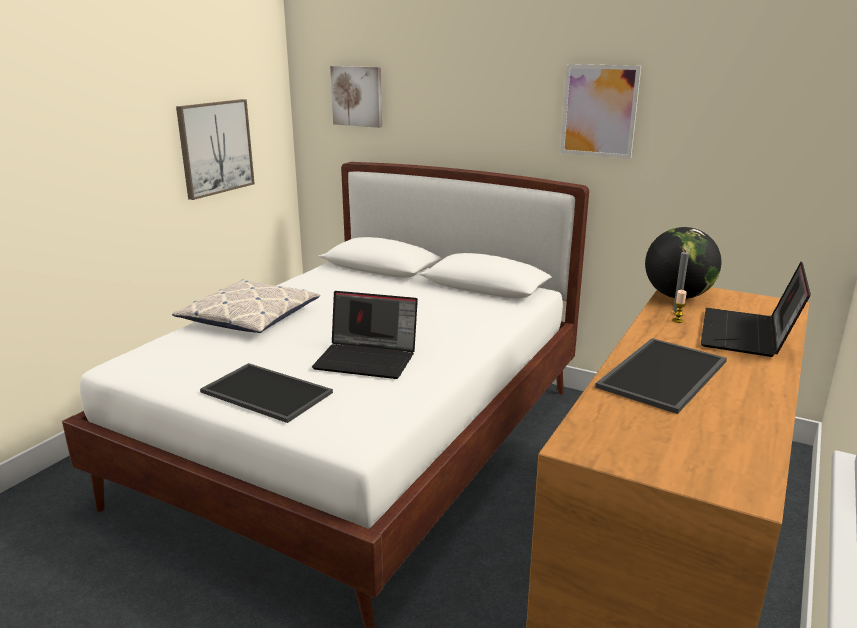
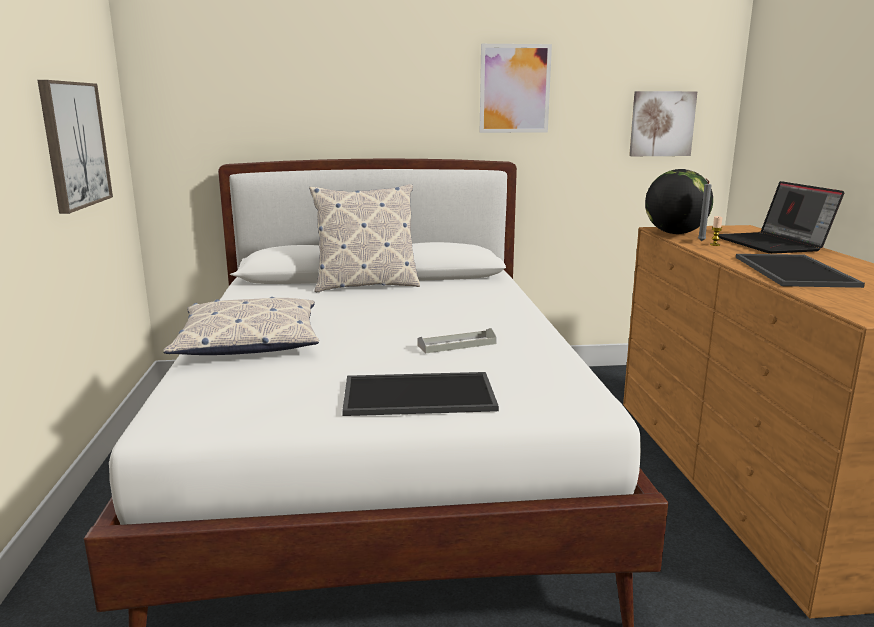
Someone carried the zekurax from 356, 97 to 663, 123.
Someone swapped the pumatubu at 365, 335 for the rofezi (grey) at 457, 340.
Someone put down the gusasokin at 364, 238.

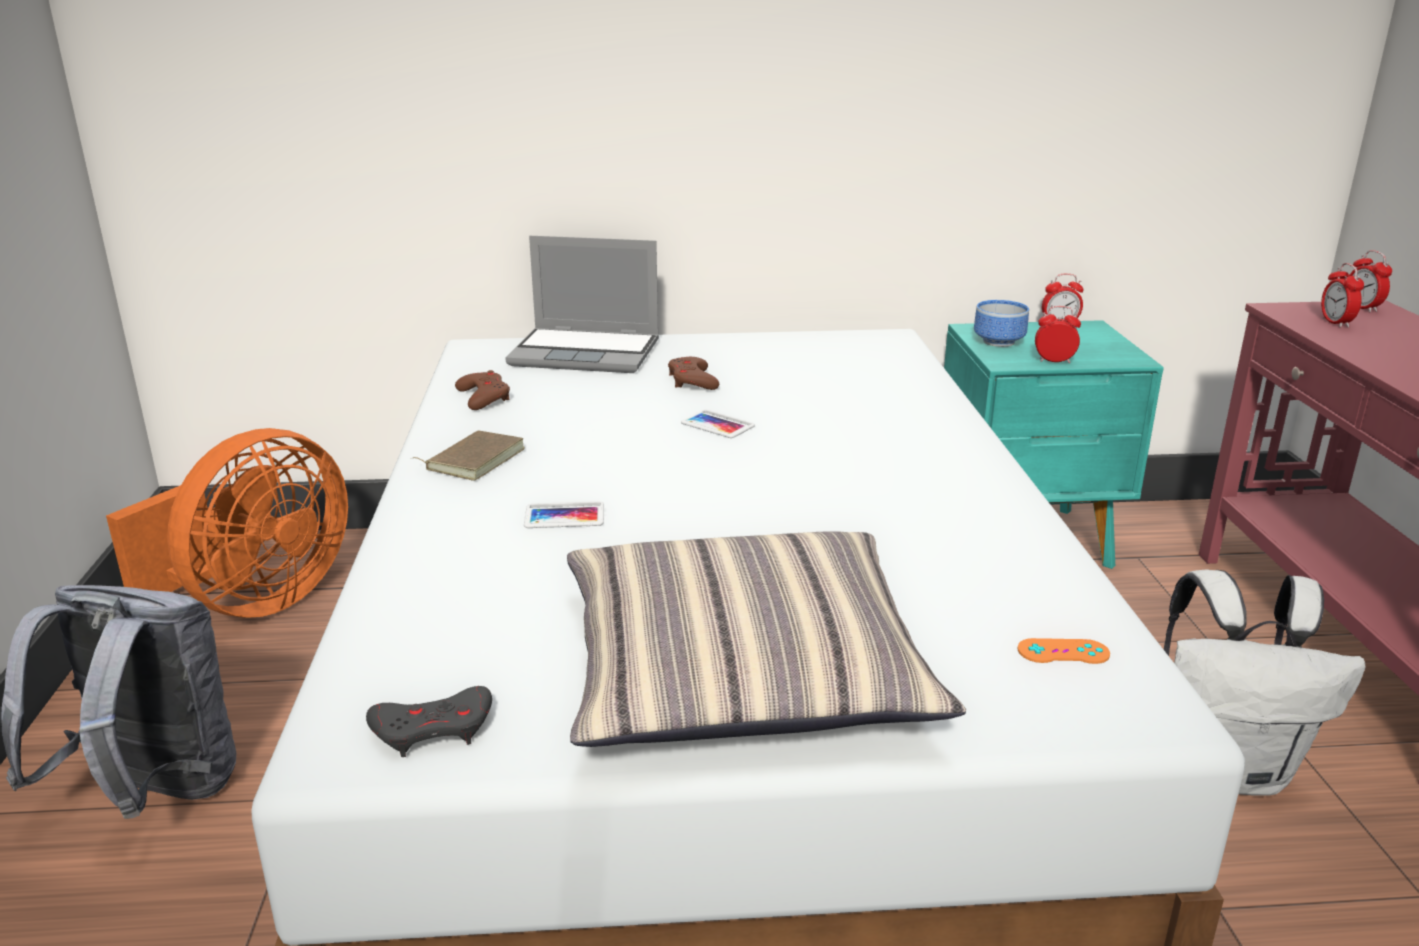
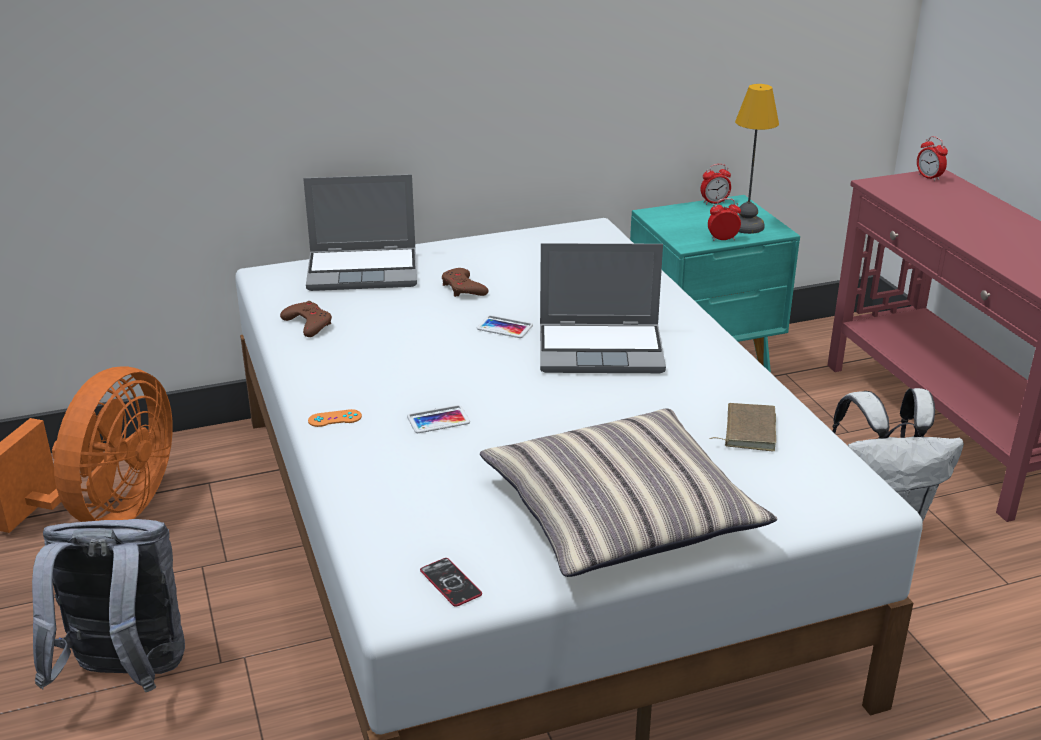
Someone took away the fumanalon at 1342, 295.
Someone took away the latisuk at 1001, 323.
Someone carried the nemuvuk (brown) from 467, 455 to 743, 427.
Someone carried the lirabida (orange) from 1064, 651 to 335, 418.
Someone swapped the lirabida (grey) at 429, 721 for the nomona at 451, 582.
Someone put down the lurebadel at 757, 159.
Someone put down the pumatubu at 603, 308.

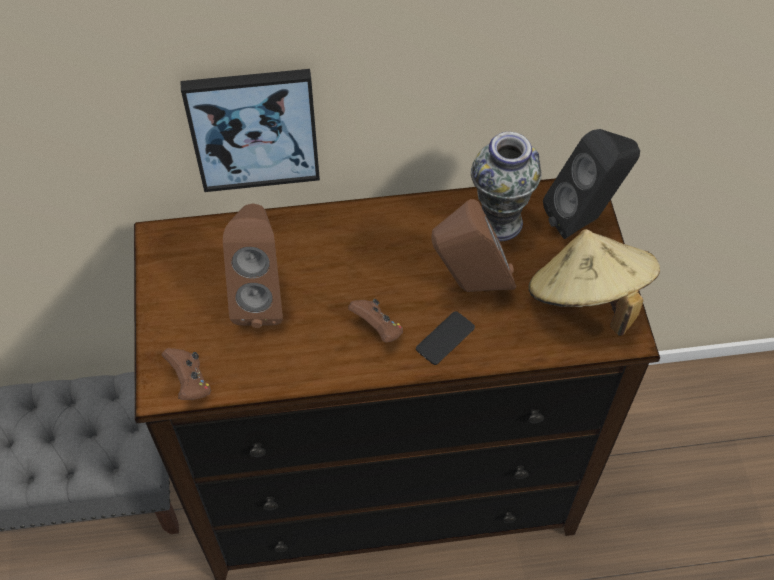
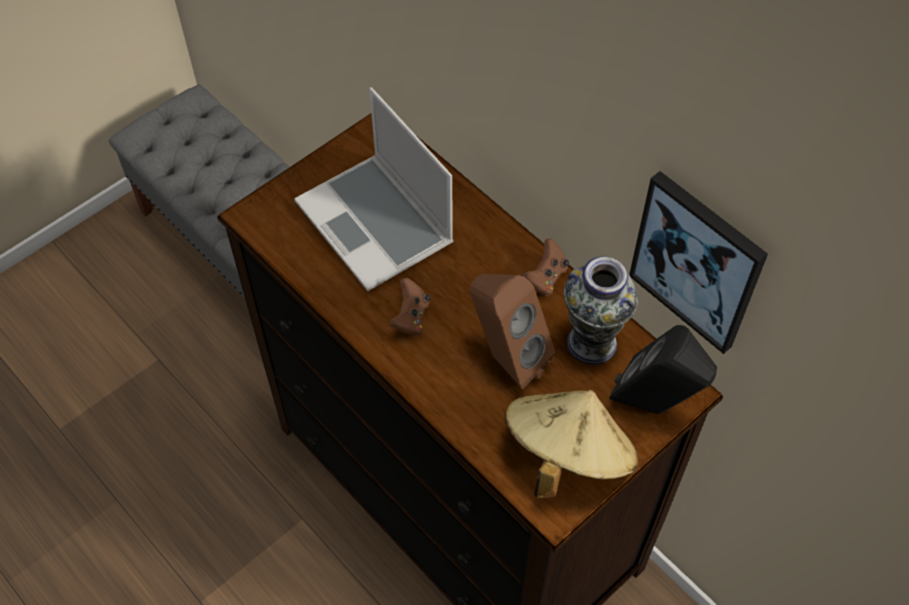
Someone carried the zekurax from 250, 130 to 698, 262.
Someone swapped the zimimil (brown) at 253, 265 for the pumatubu at 373, 189.
Someone took away the nomona at 445, 338.
Someone carried the lirabida (brown) from 186, 374 to 545, 267.

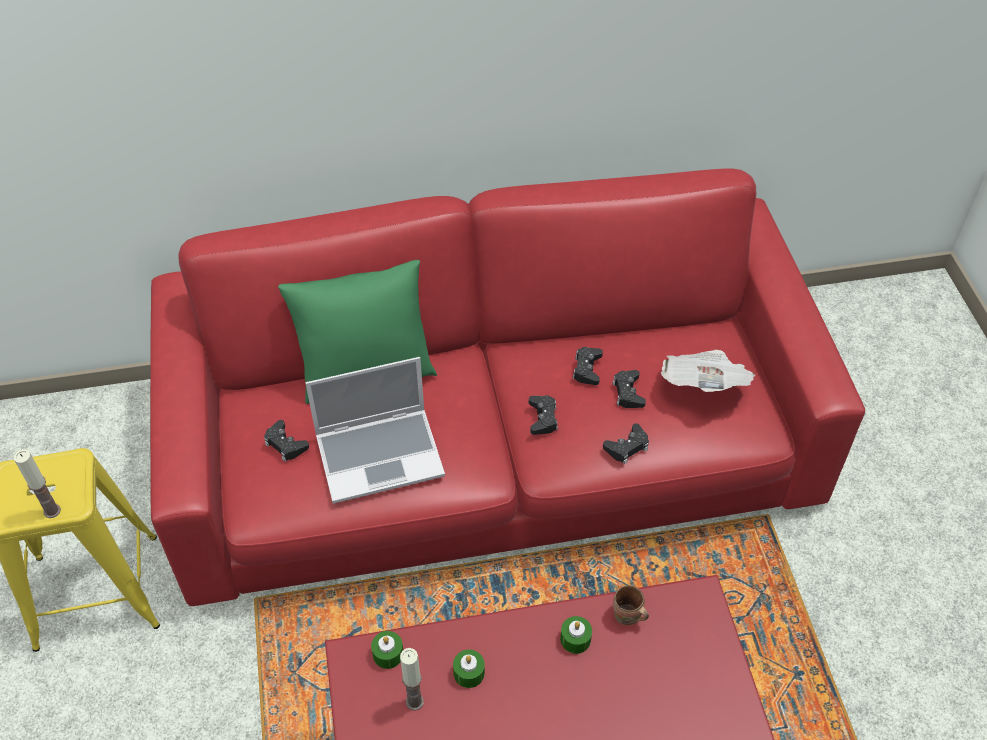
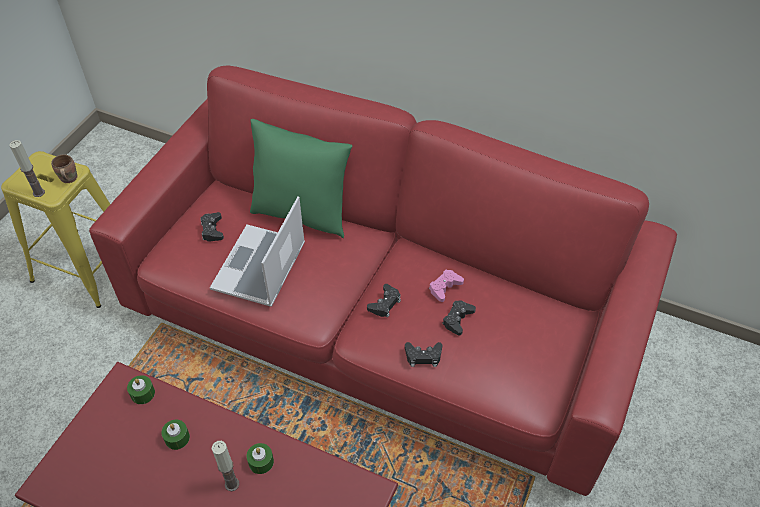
Someone repainted the lirabida (black) at 588, 366, which became the lirabida (pink) at 446, 285.
Someone took away the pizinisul at 708, 371.
Someone rotated the pumatubu at 375, 430 by 90 degrees clockwise.
Someone carried the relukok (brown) from 631, 605 to 64, 168.
Someone carried the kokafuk from 412, 679 to 225, 466.

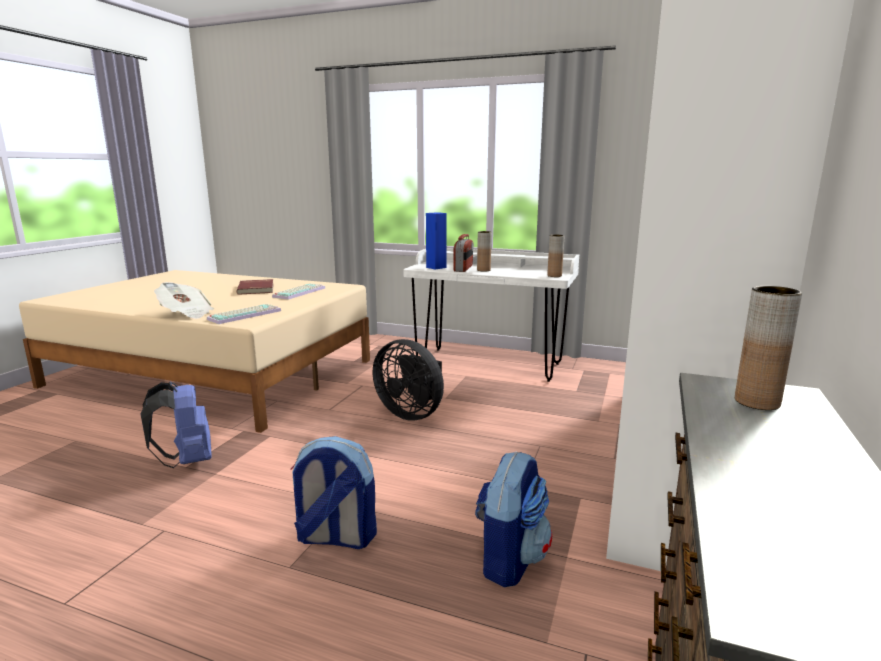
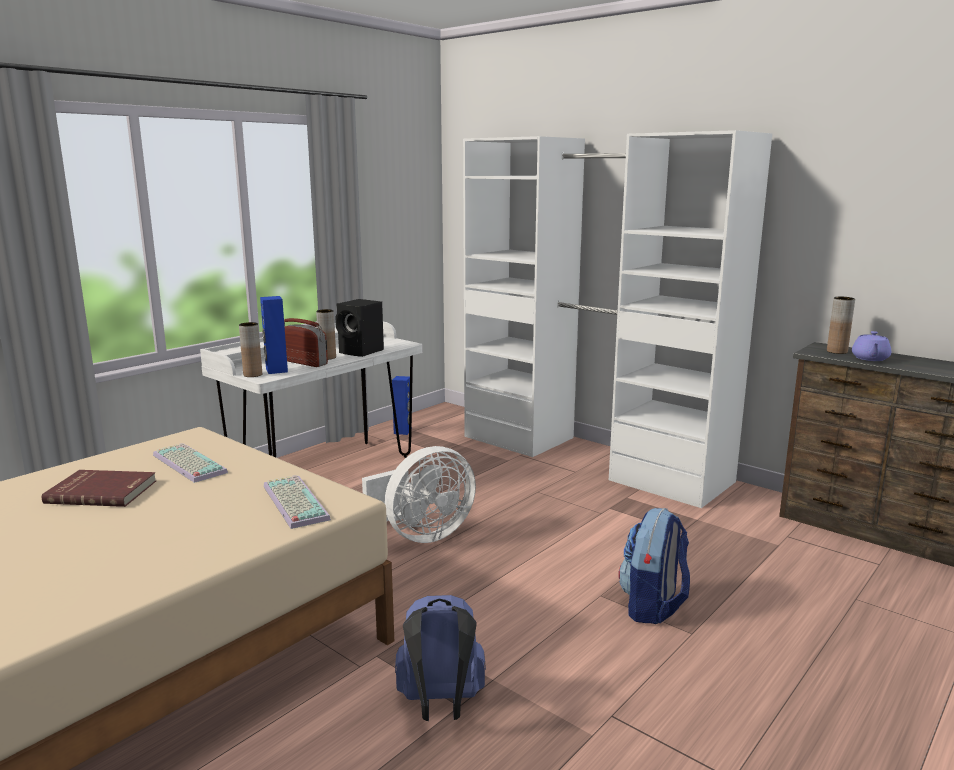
Someone carried the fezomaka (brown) from 555, 256 to 250, 349.
Someone took away the pizinisul at 184, 300.
Someone repainted the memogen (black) at 408, 380, which became the memogen (white) at 419, 494.
Someone took away the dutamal at 513, 519.
Someone put down the zimimil (black) at 359, 328.
Someone put down the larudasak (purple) at 871, 346.
Someone put down the zimimil (blue) at 401, 405.

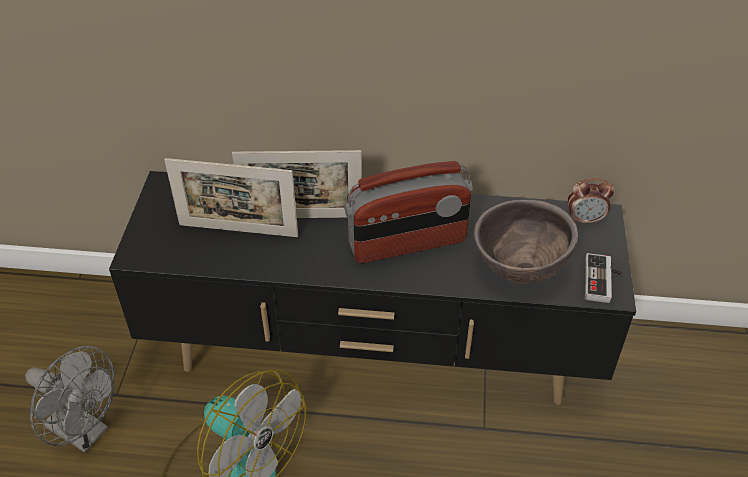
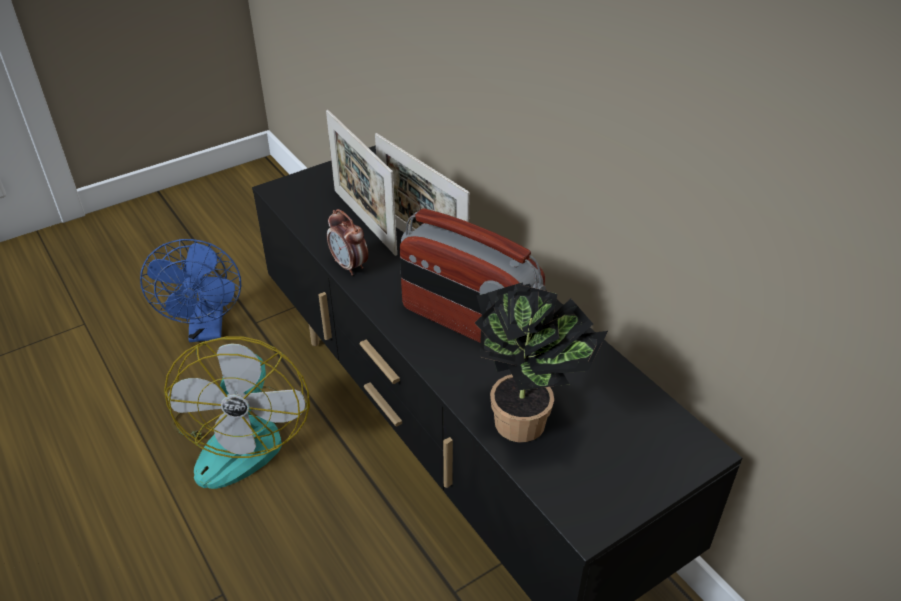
Someone carried the fumanalon from 591, 201 to 347, 242.
Someone swapped the latisuk (brown) at 526, 242 for the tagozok at 541, 362.
Someone took away the lirabida at 604, 278.
Someone repainted the memogen (grey) at 70, 399, which became the memogen (blue) at 190, 290.

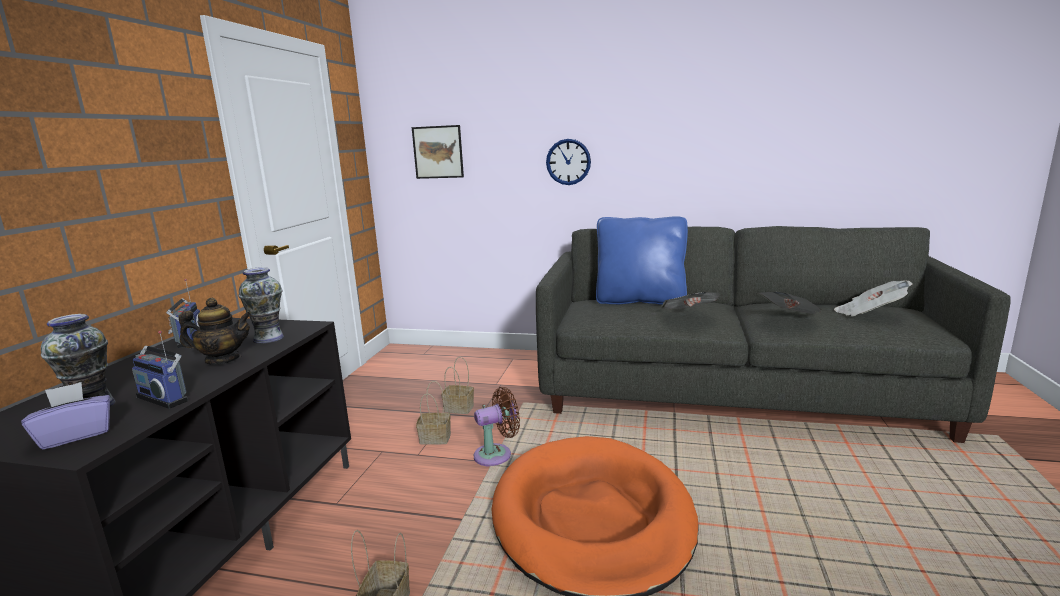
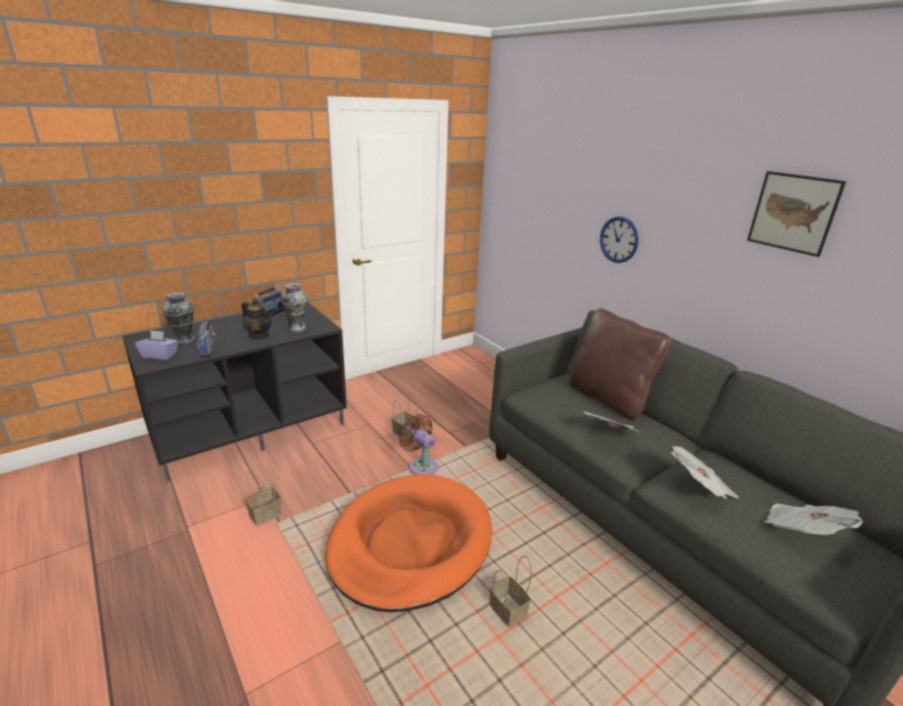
Someone carried the zekurax from 438, 152 to 796, 214.
Someone repainted the gusasokin (blue) at 642, 260, which became the gusasokin (brown) at 620, 364.
Someone carried the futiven from 458, 385 to 510, 591.
Someone rotated the memogen (brown) at 497, 427 by 150 degrees counterclockwise.

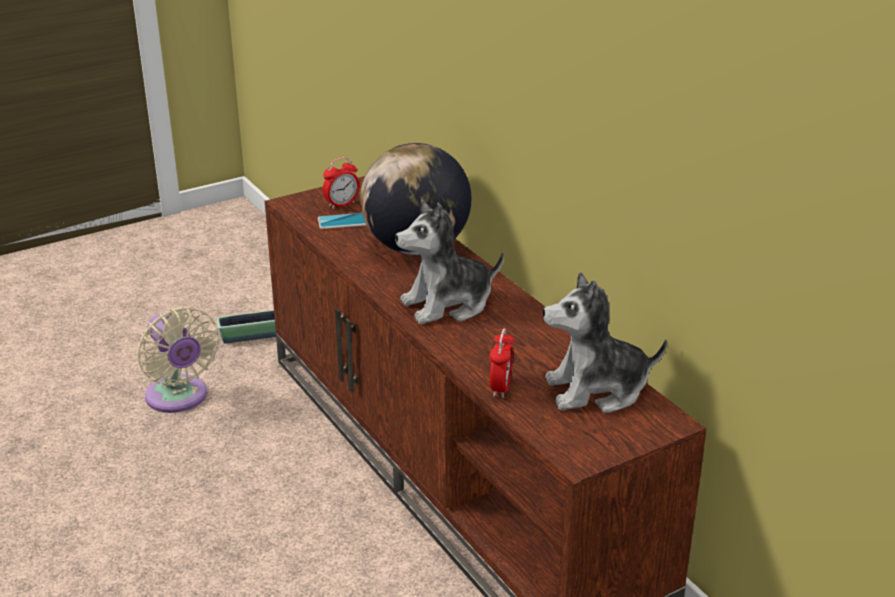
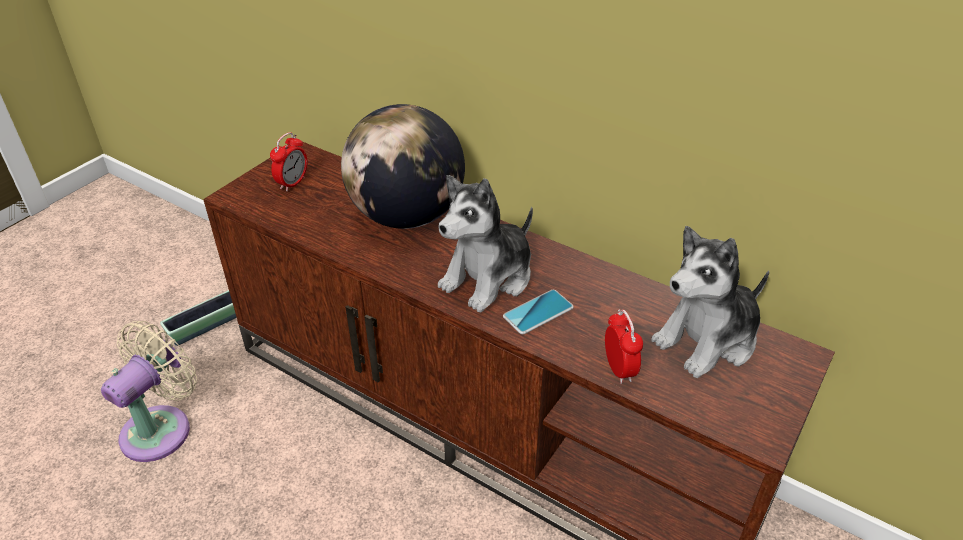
Someone carried the nomona from 342, 221 to 538, 312.
Someone rotated the memogen (beige) at 178, 360 by 90 degrees counterclockwise.

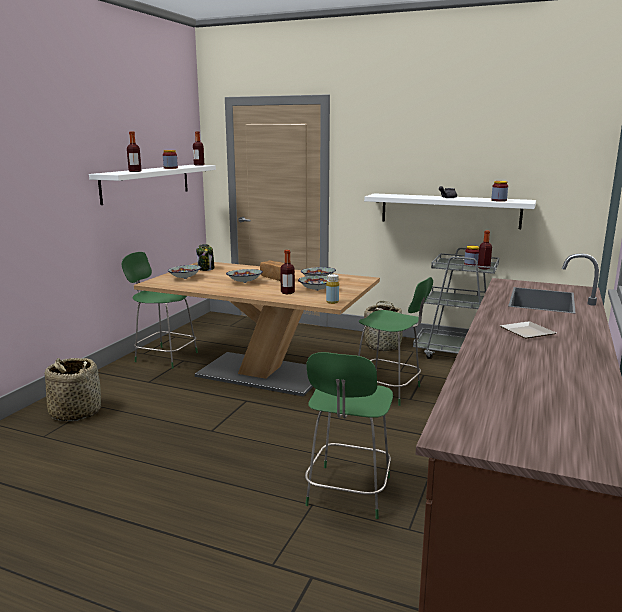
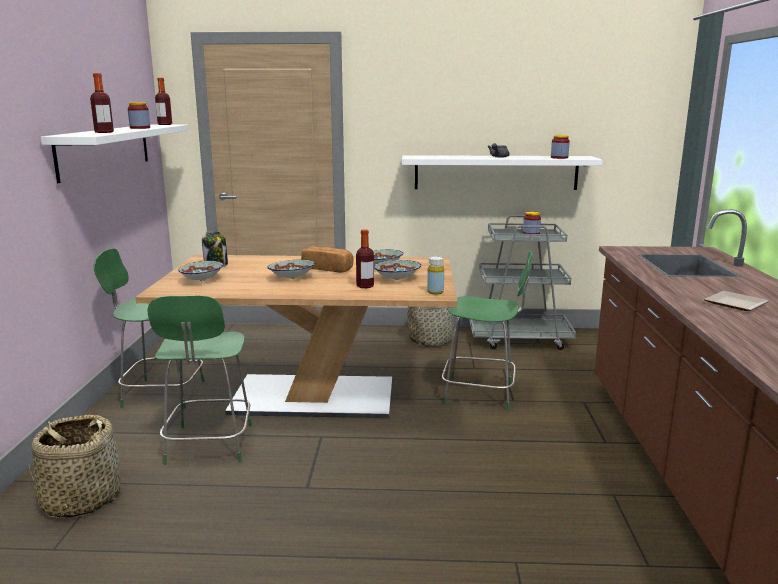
Someone took away the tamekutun at 485, 250.
Someone carried the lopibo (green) from 349, 435 to 199, 380.

